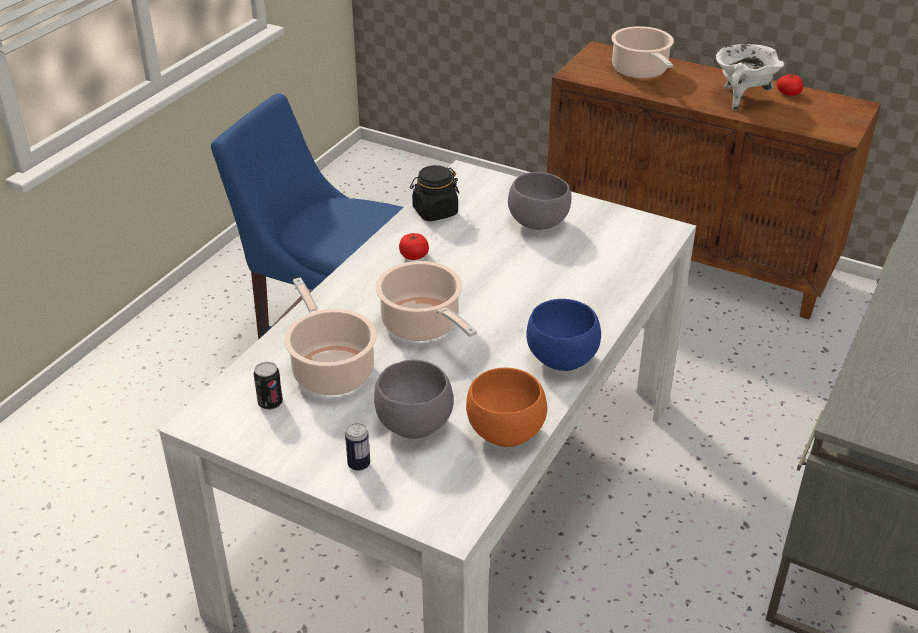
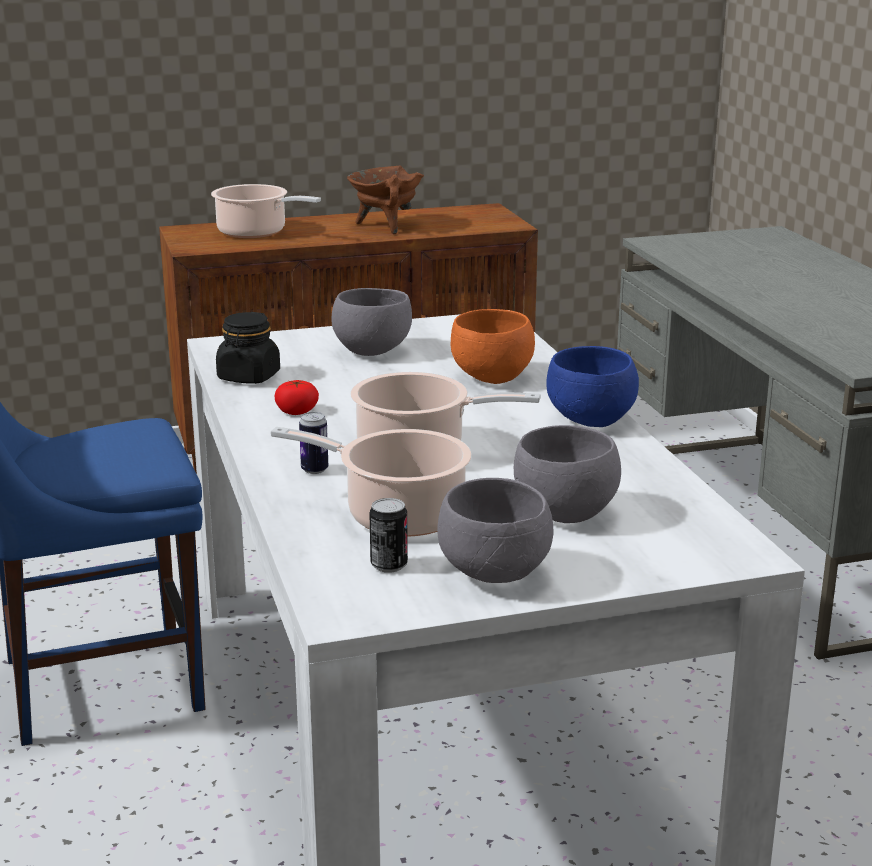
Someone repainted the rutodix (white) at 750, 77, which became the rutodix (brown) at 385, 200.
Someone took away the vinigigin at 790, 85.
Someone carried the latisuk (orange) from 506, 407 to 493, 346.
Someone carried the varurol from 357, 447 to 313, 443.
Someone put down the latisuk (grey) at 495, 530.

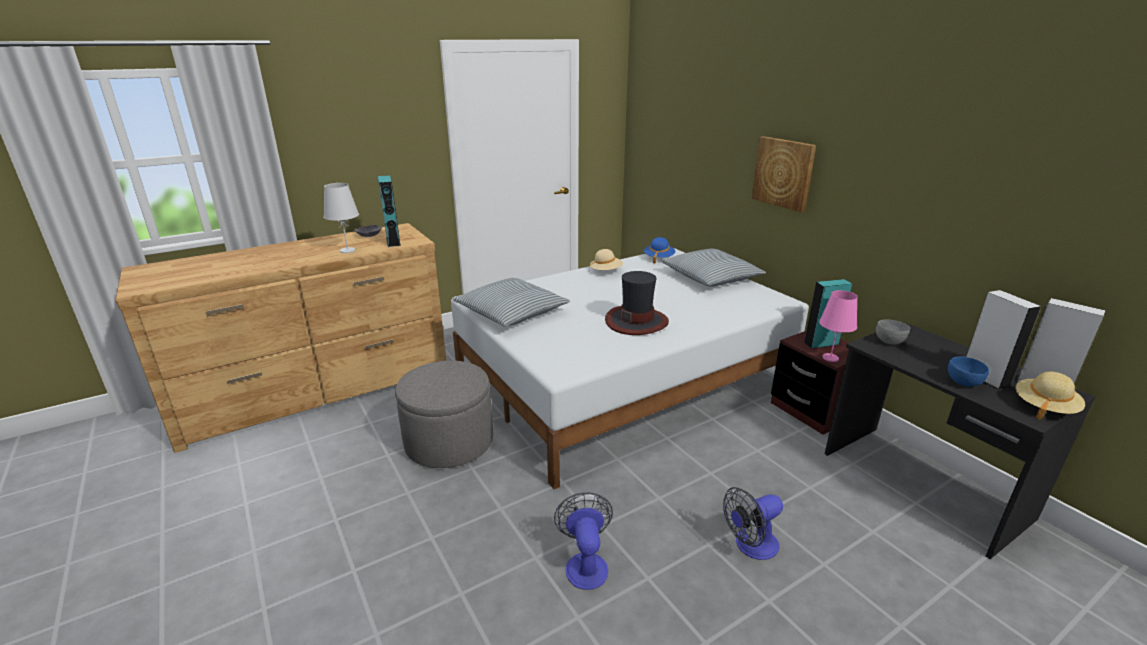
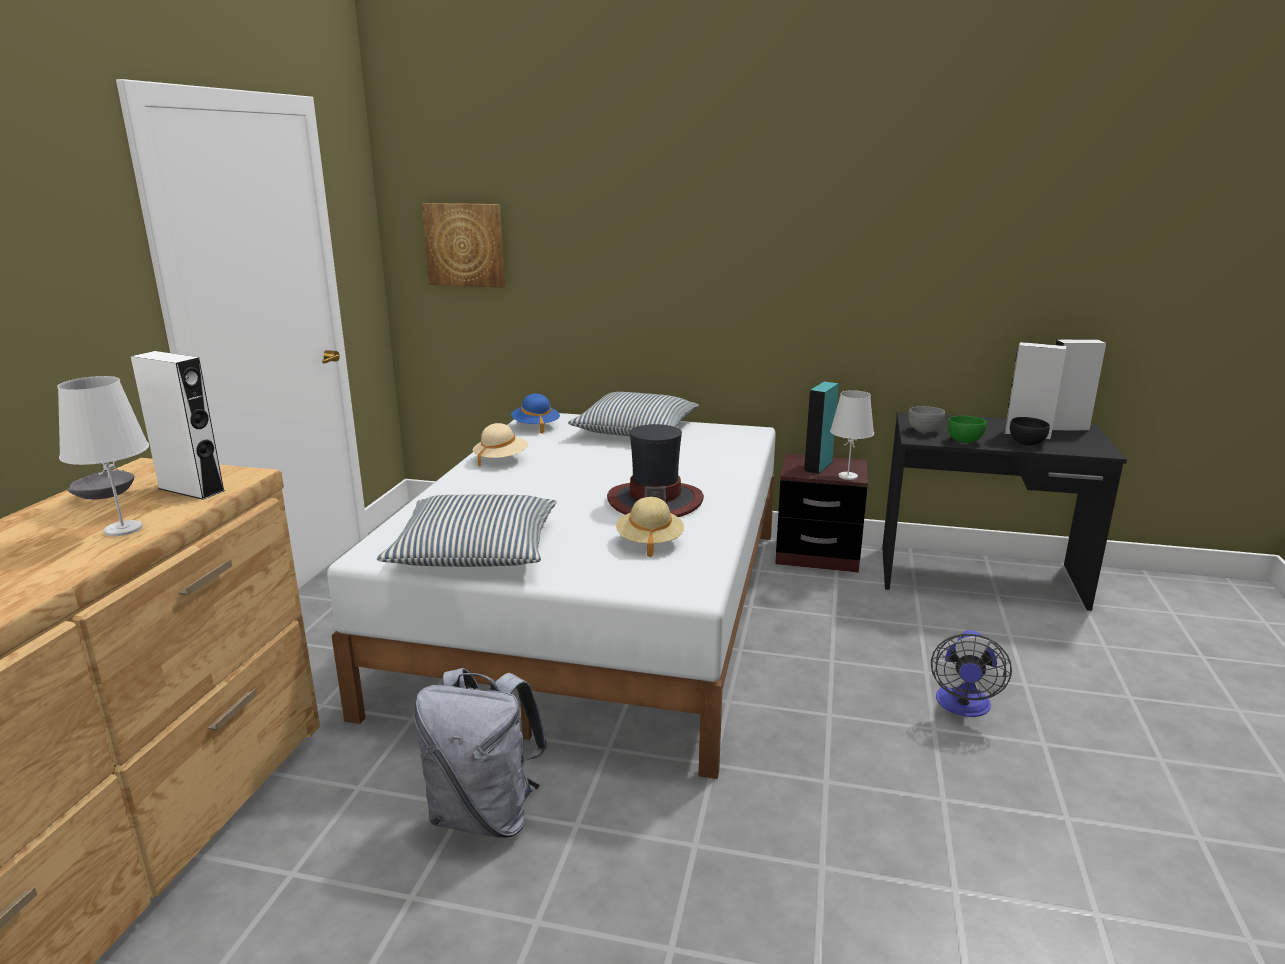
Someone carried the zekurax from 784, 174 to 463, 245.
Someone repainted the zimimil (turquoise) at 389, 211, which became the zimimil (white) at 178, 425.
Someone repainted the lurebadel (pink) at 838, 326, which became the lurebadel (white) at 852, 435.
Someone repainted the latisuk (blue) at 968, 371, which became the latisuk (black) at 1030, 431.
Someone swapped the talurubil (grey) at 444, 414 for the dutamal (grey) at 481, 753.
Someone carried the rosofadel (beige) from 1050, 395 to 650, 527.
Someone took away the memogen at 583, 541.
Someone put down the latisuk (green) at 967, 429.

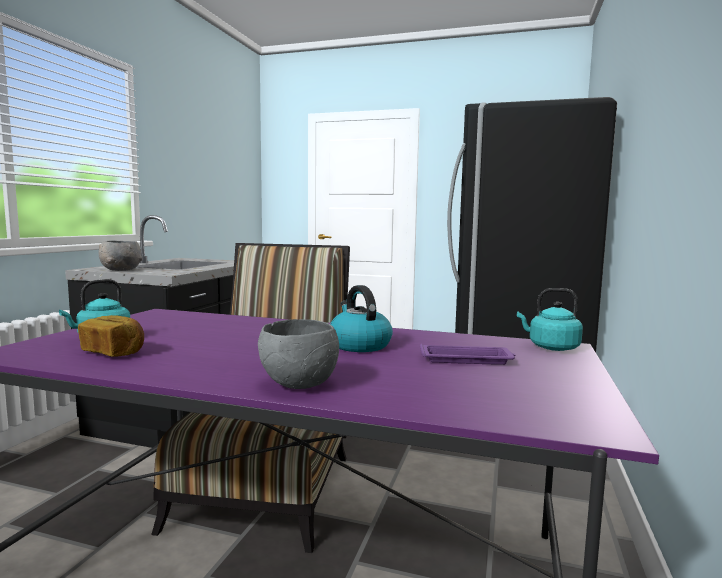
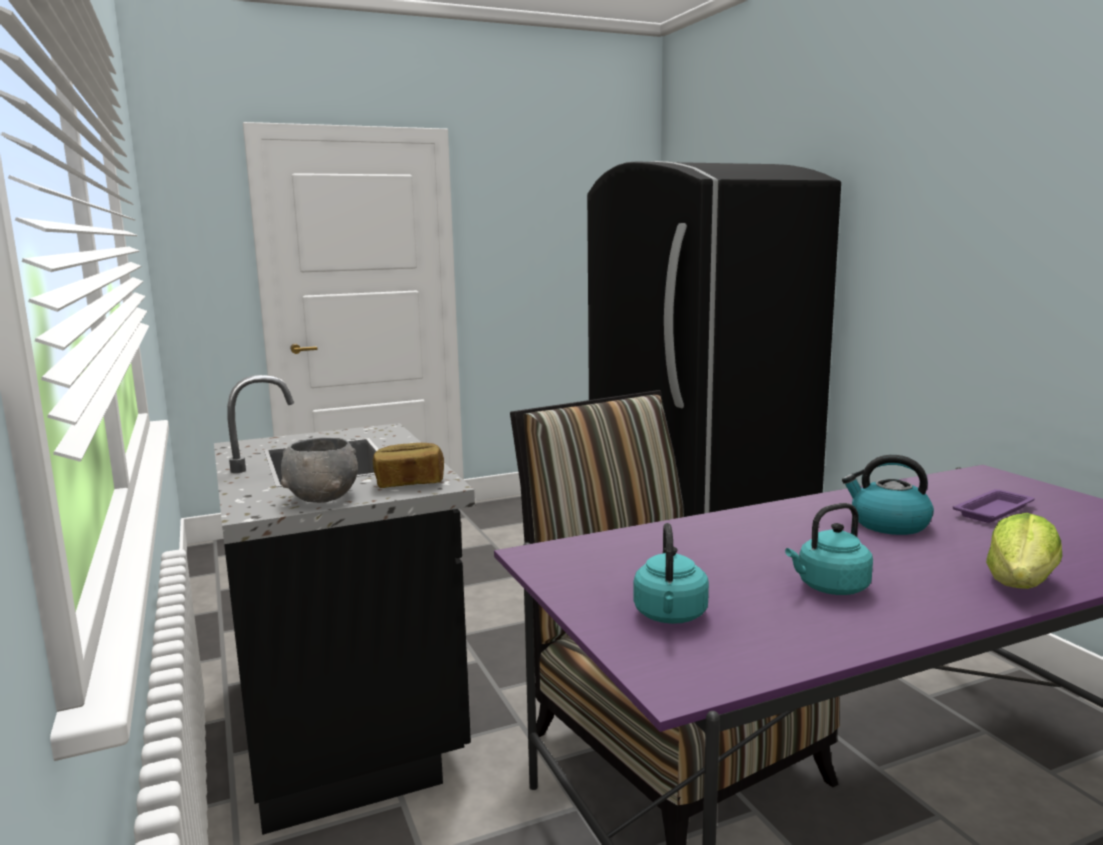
Someone carried the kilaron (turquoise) from 550, 319 to 829, 549.
Someone carried the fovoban from 111, 336 to 408, 465.
Someone swapped the latisuk (grey) at 298, 354 for the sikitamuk at 1024, 551.

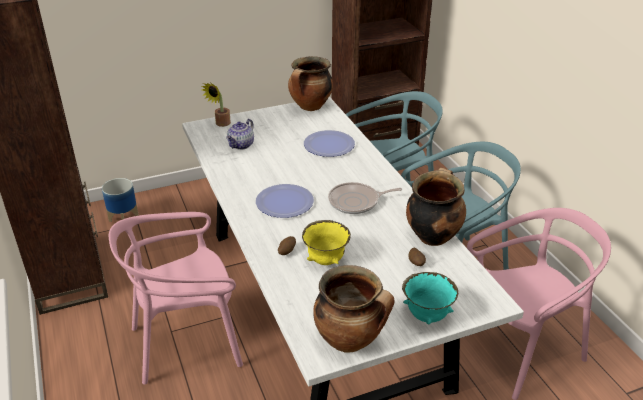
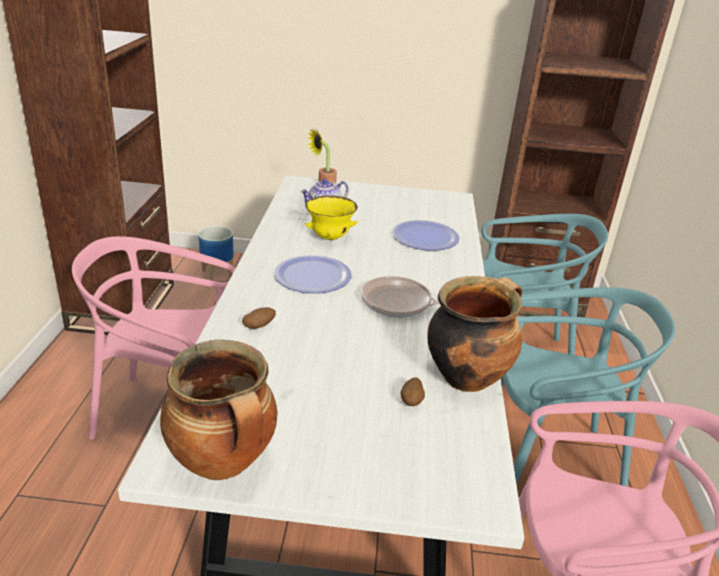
Someone took away the rutodix at 310, 83.
Someone carried the latisuk (yellow) from 326, 242 to 331, 217.
Someone took away the latisuk (turquoise) at 430, 298.

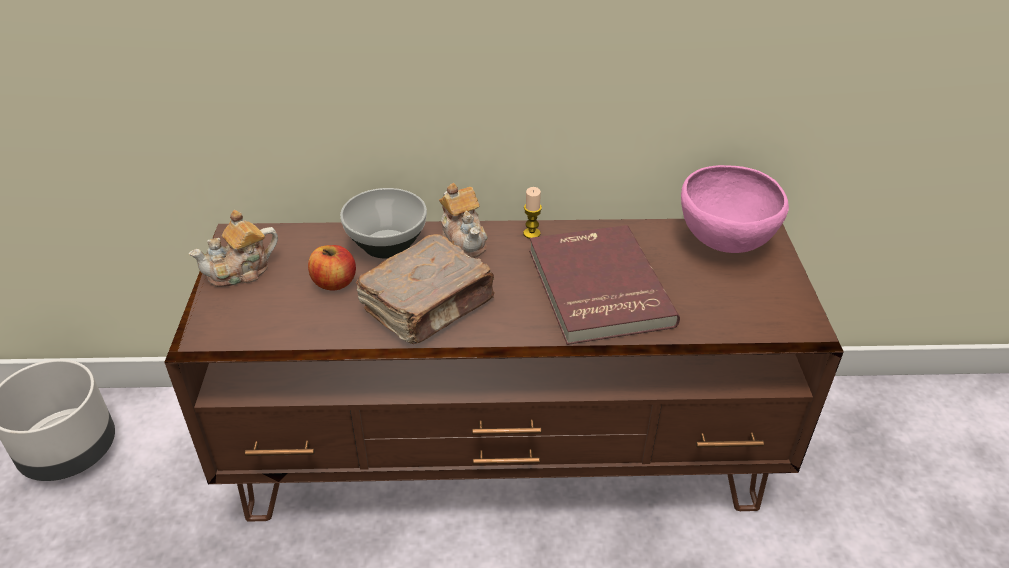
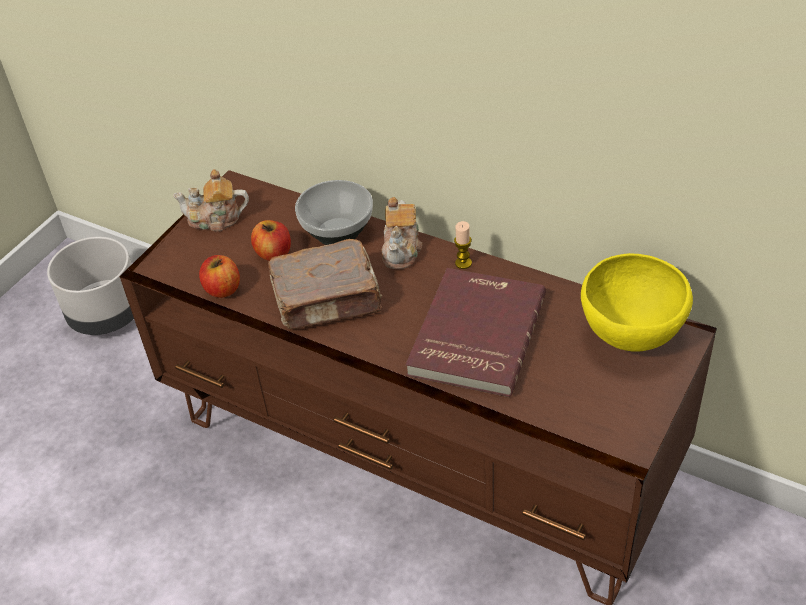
Someone repainted the latisuk (pink) at 735, 209, which became the latisuk (yellow) at 637, 302.
Someone put down the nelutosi at 219, 276.

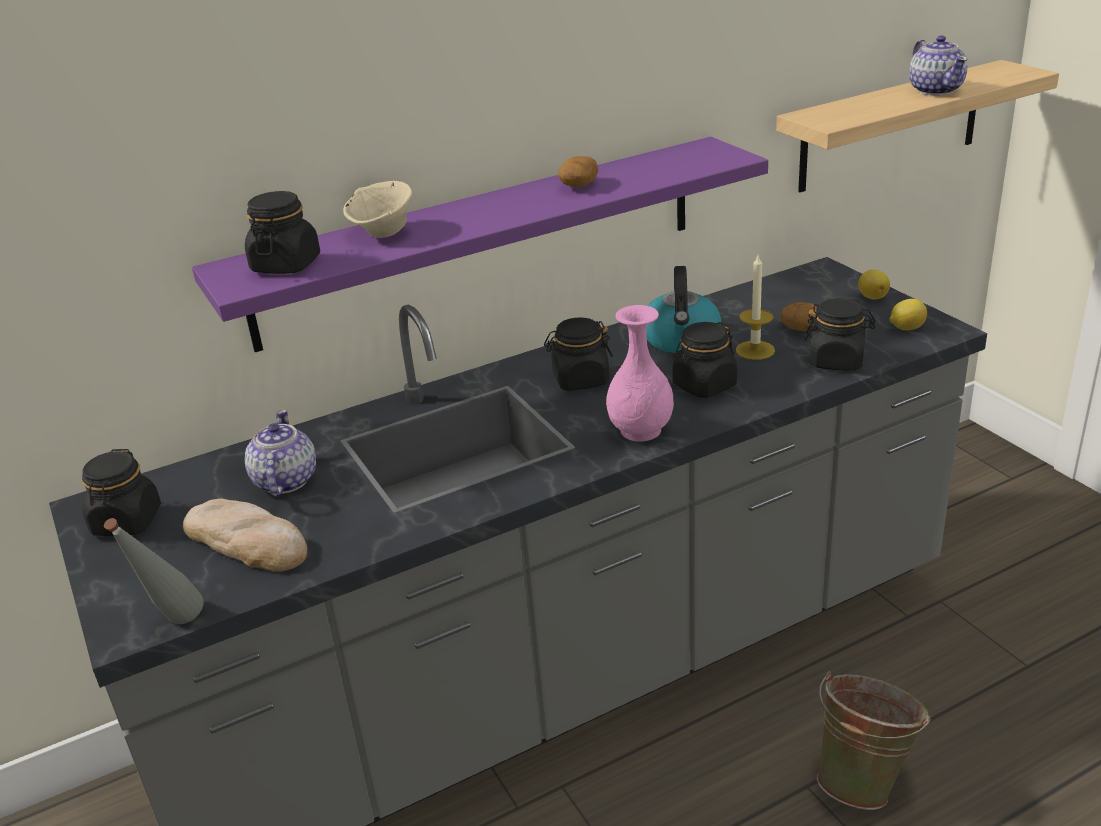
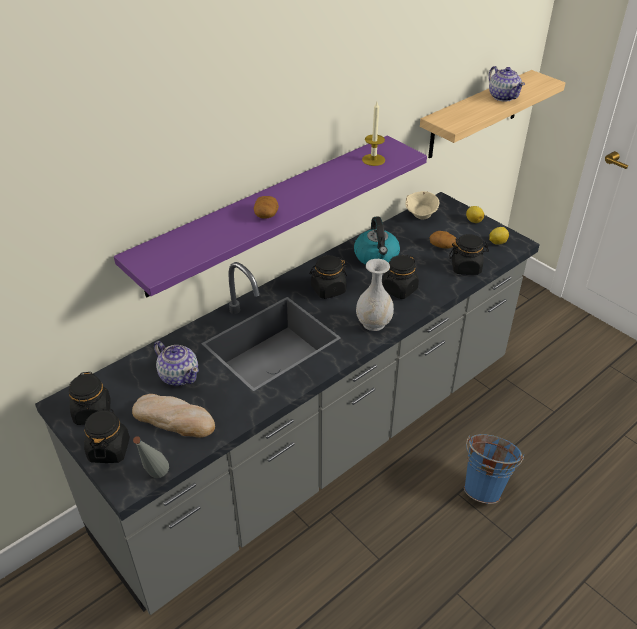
Someone carried the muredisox from 578, 171 to 266, 207.
Someone carried the latisuk (beige) from 377, 209 to 422, 205.
Someone carried the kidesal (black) from 282, 232 to 107, 436.
Someone carried the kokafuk from 755, 307 to 373, 134.
Someone repainted the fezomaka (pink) at 640, 373, which became the fezomaka (white) at 375, 295.
Someone rotated the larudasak at 280, 453 by 150 degrees clockwise.
Someone repainted the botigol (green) at 874, 740, which became the botigol (blue) at 494, 469.

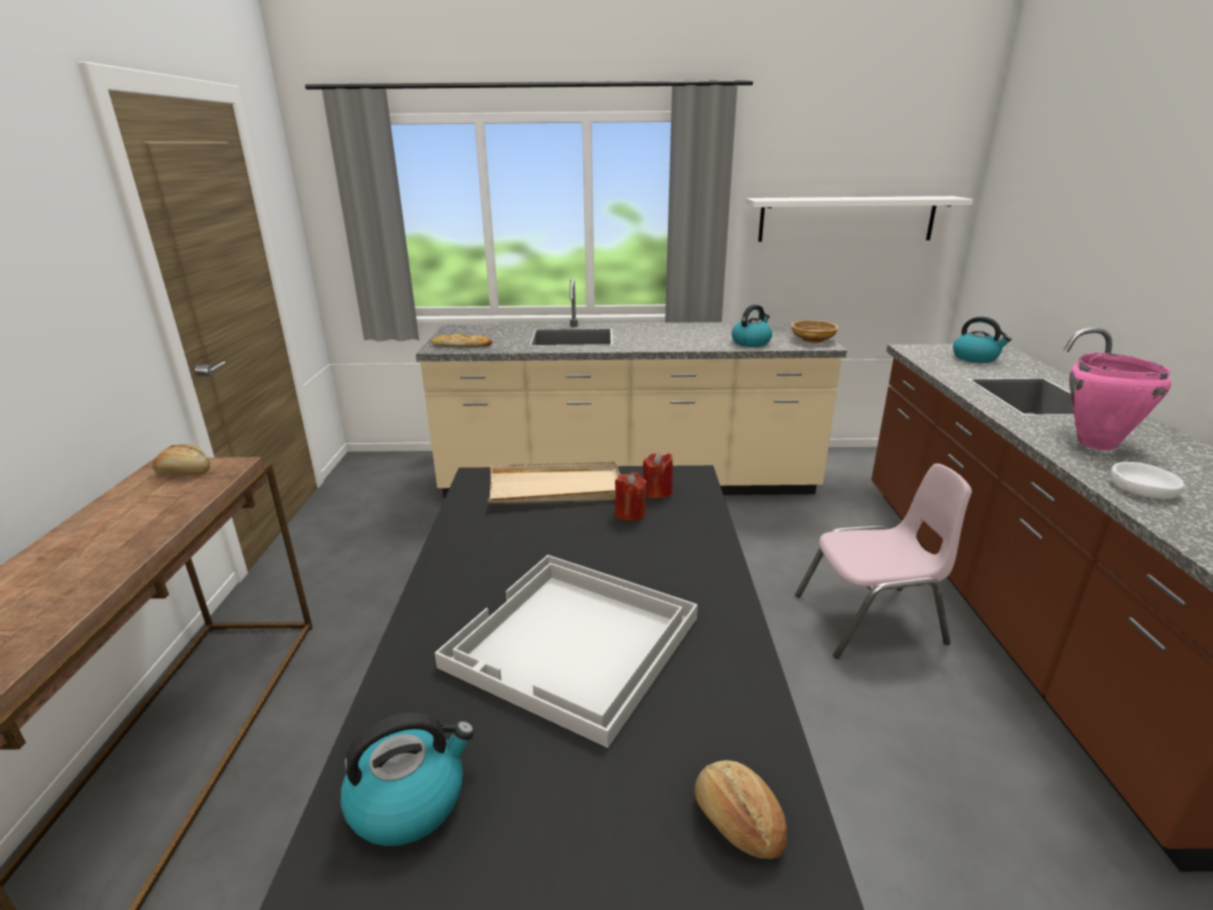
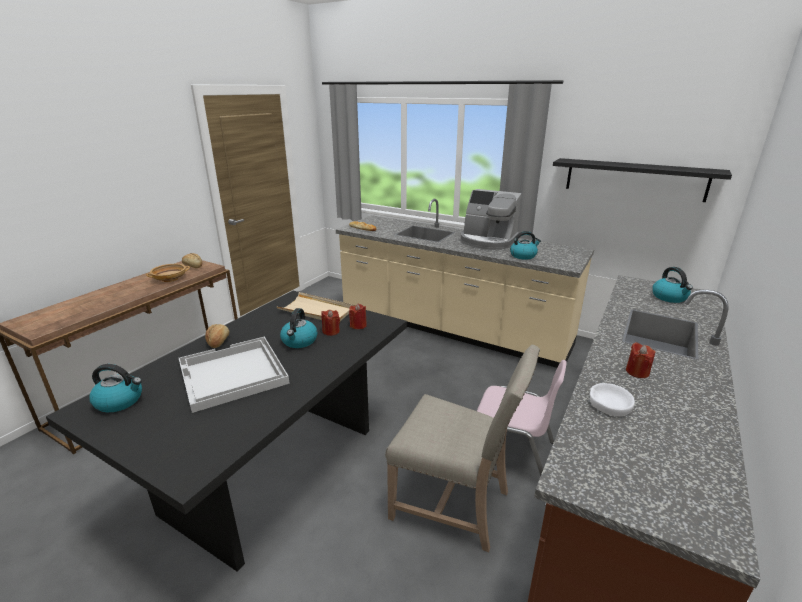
Someone repainted the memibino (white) at 859, 219, which became the memibino (black) at 642, 180.
Someone carried the latisuk (beige) from 815, 331 to 168, 273.
Someone swapped the rutodix (pink) at 1120, 401 for the kokafuk (red) at 641, 360.
Someone carried the fovoban from 740, 809 to 217, 336.
Someone put down the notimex at 491, 219.
Someone put down the kilaron at 299, 328.
Someone put down the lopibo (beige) at 462, 448.

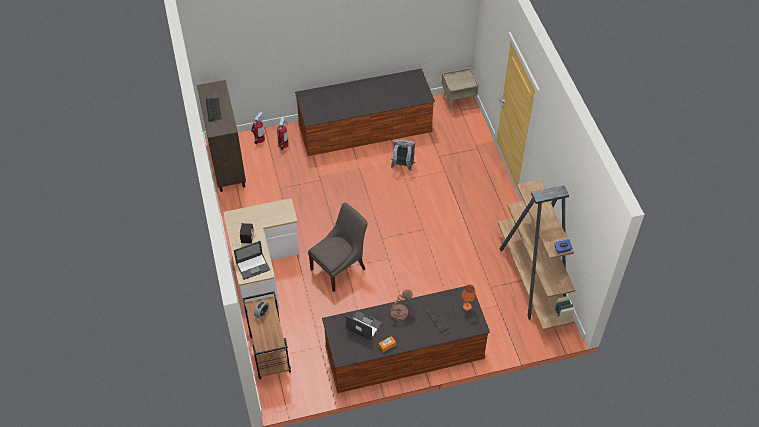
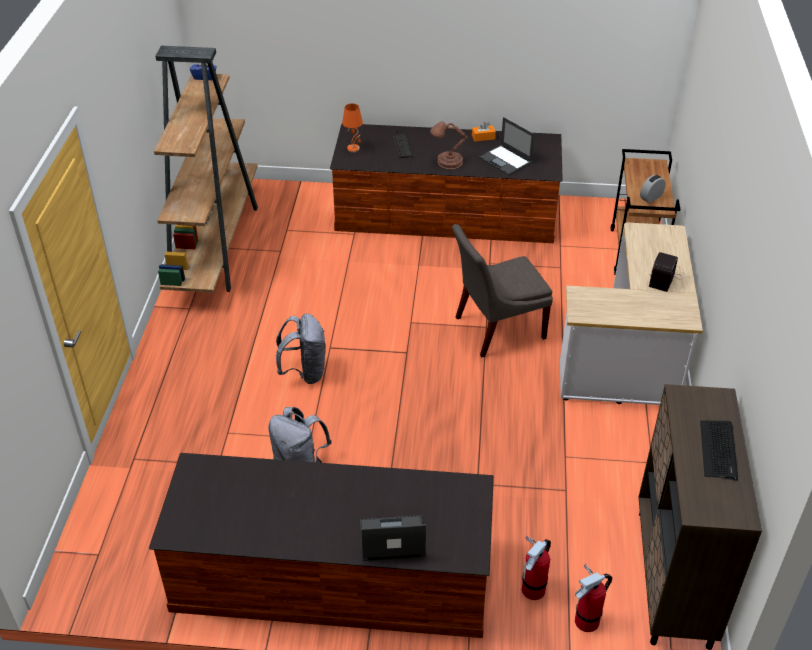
Someone took away the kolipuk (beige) at 460, 89.
Someone carried the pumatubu from 252, 260 to 393, 538.
Someone put down the dutamal (grey) at 301, 349.

